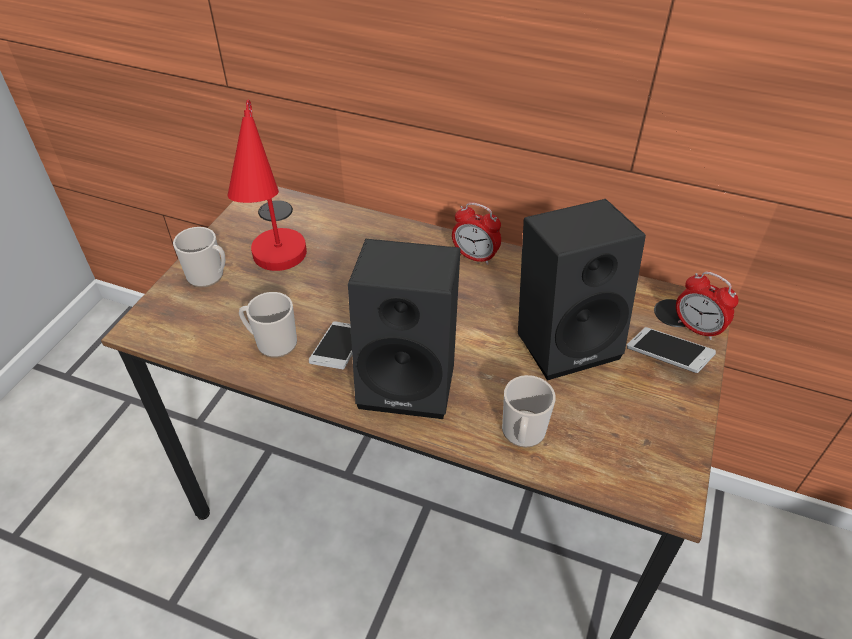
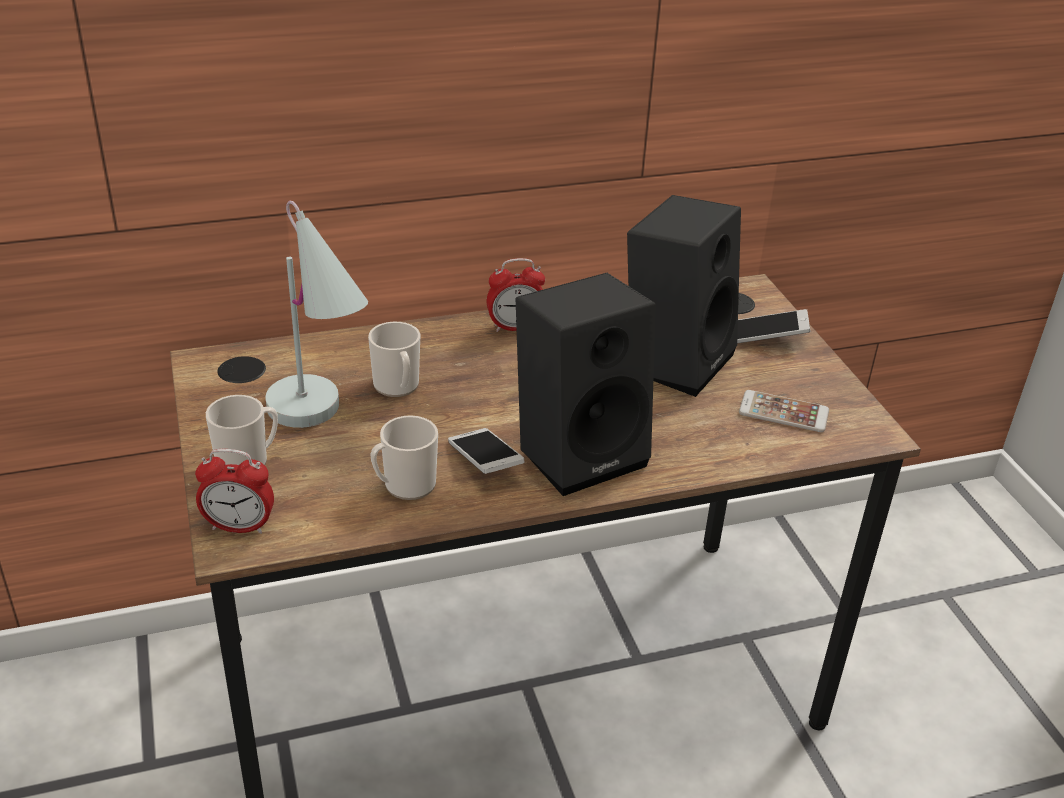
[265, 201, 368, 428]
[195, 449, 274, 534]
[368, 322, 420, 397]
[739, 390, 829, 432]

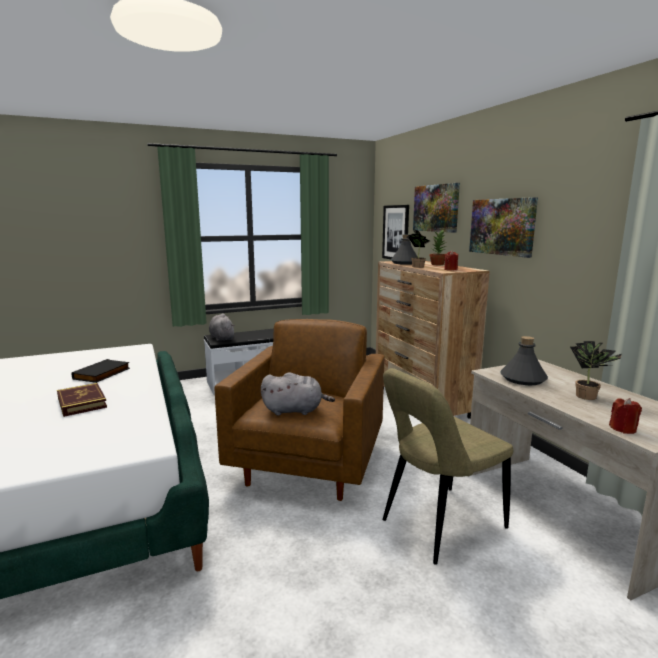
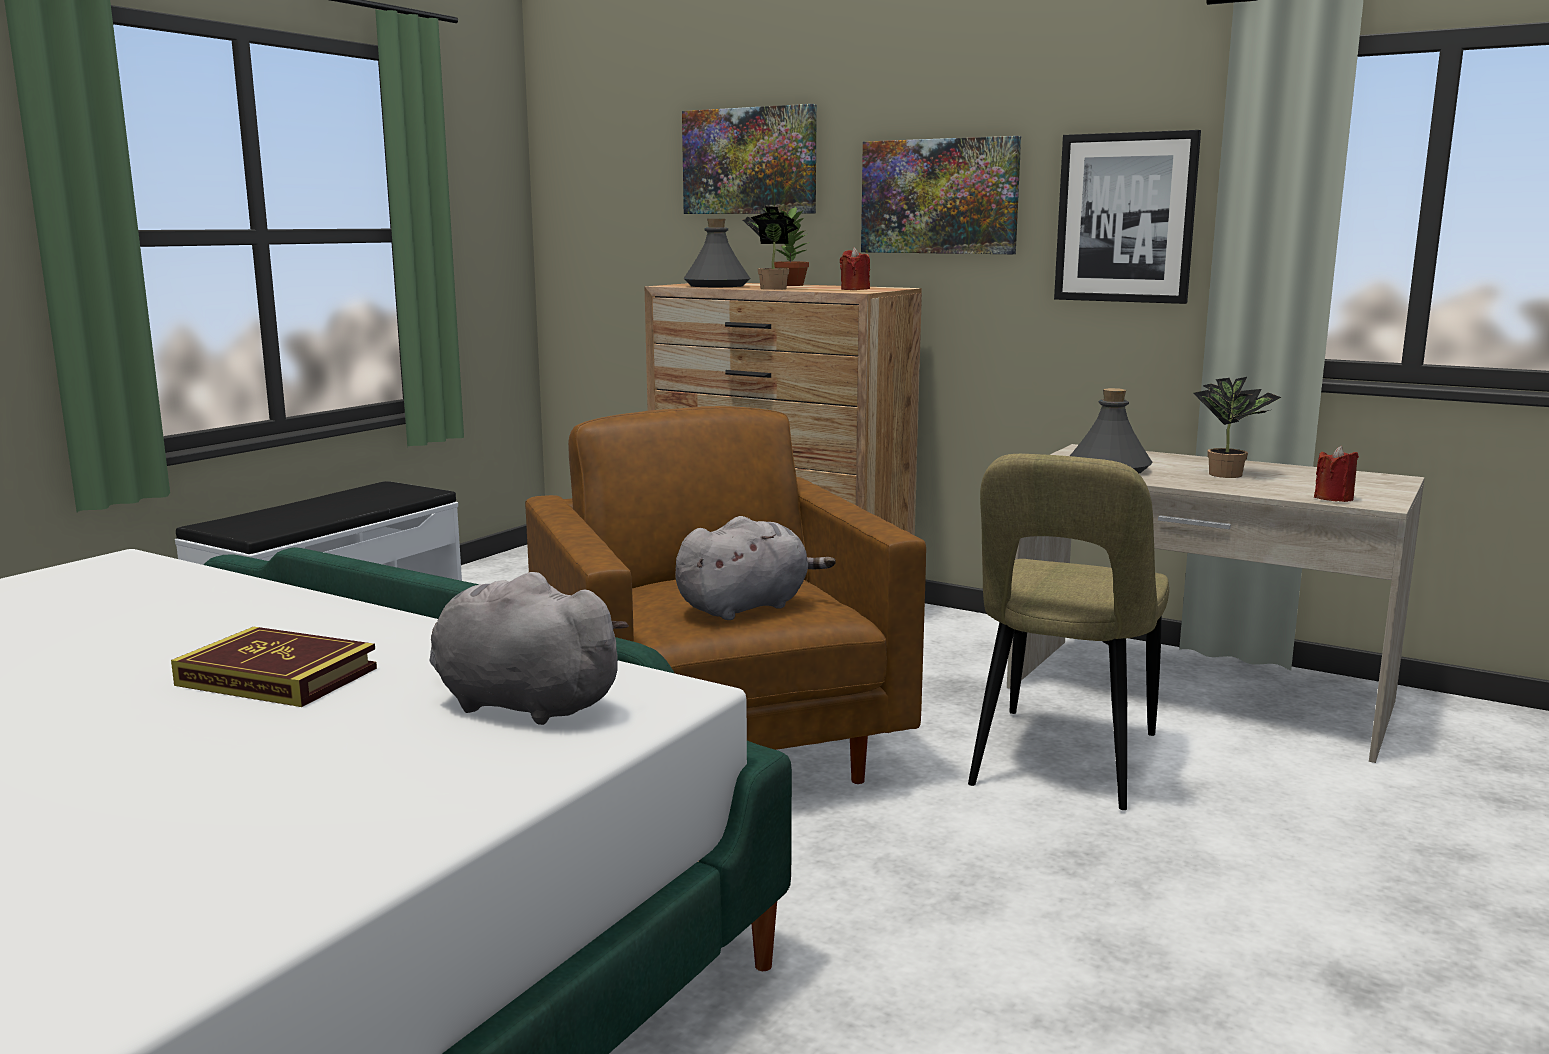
[1054, 130, 1201, 304]
[430, 572, 629, 725]
[72, 359, 130, 383] (first image)

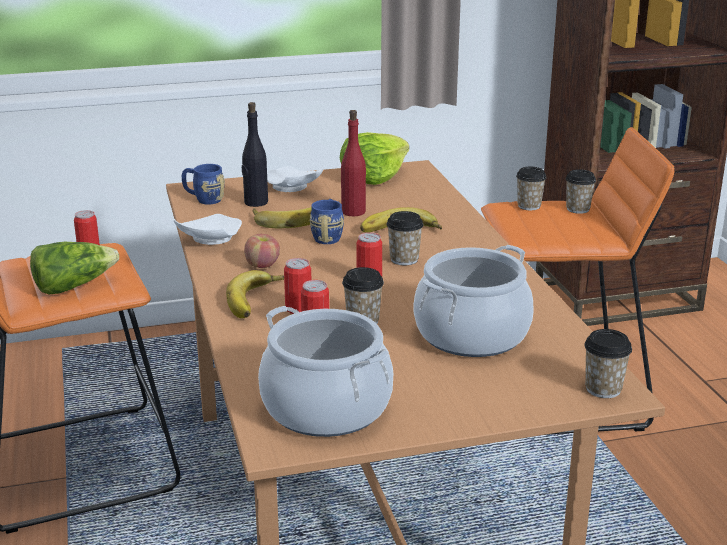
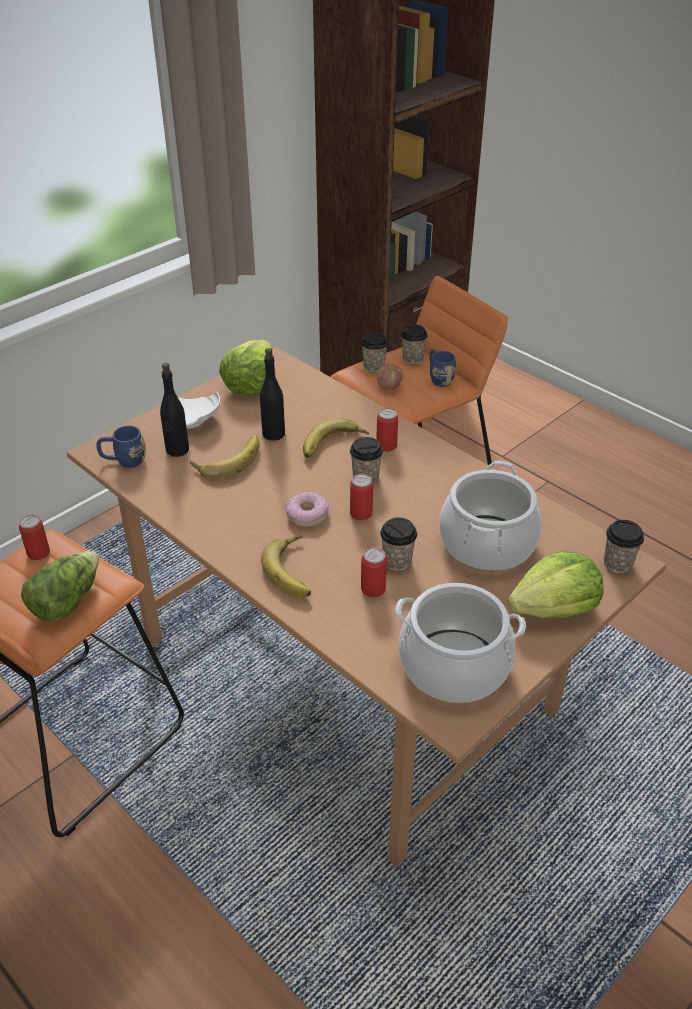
[260, 348, 285, 441]
[430, 349, 457, 387]
[174, 214, 242, 245] (first image)
[377, 364, 403, 390]
[376, 408, 398, 451]
[285, 492, 329, 528]
[508, 550, 604, 618]

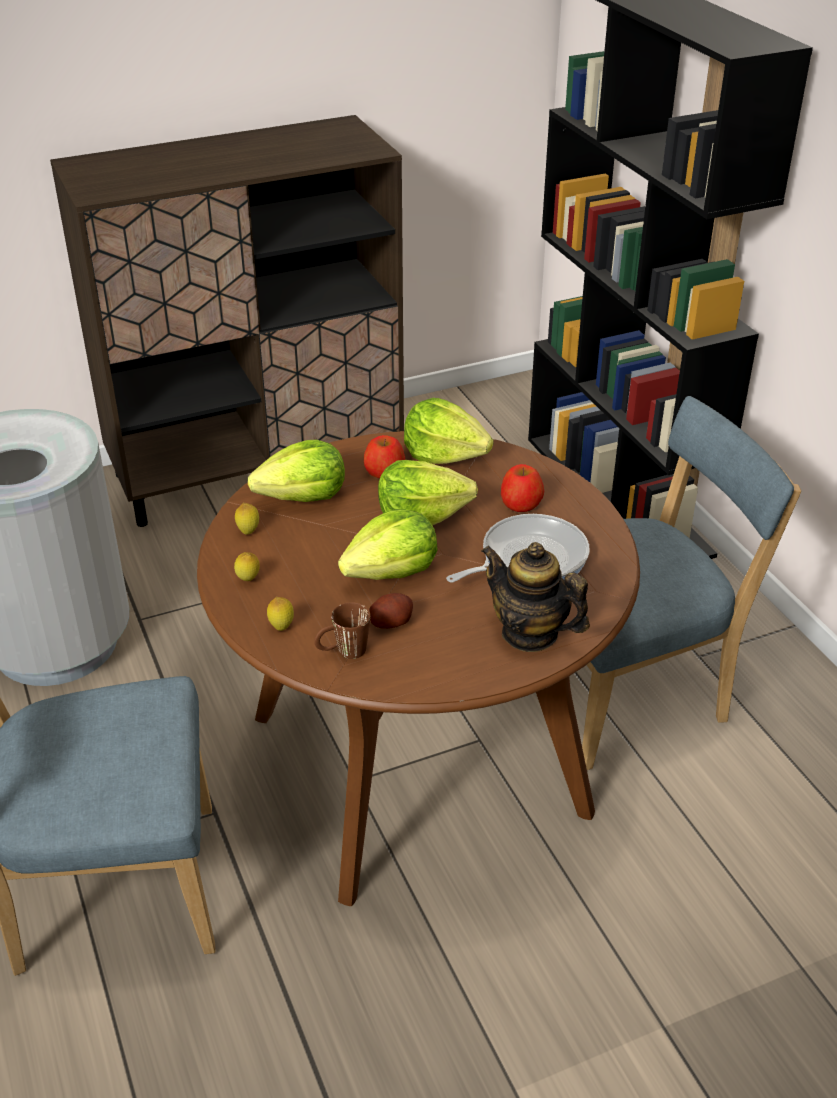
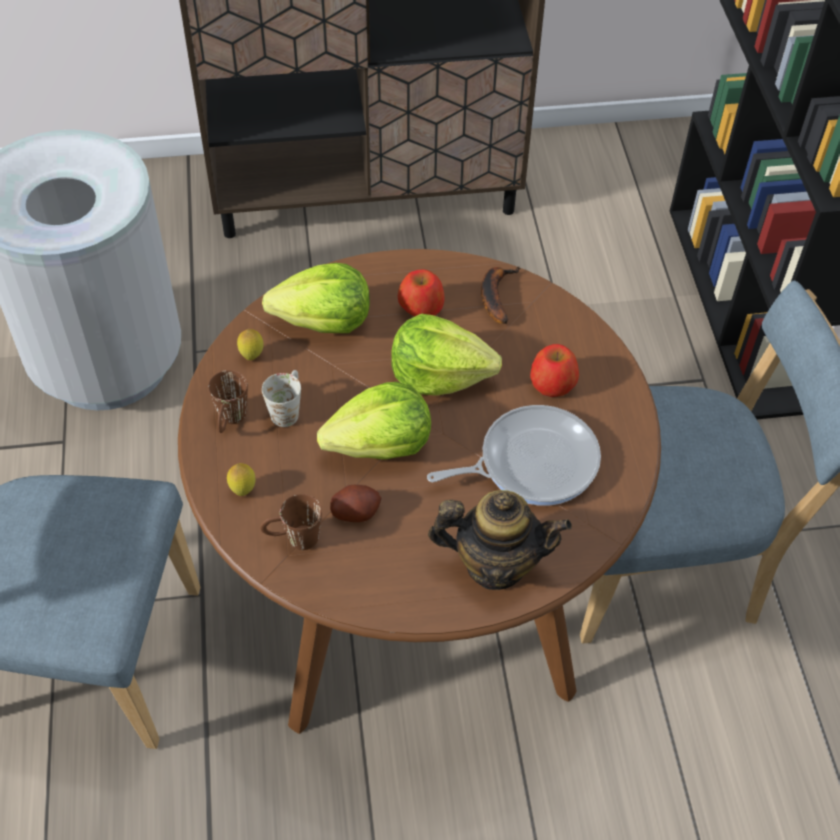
[481, 266, 521, 324]
[428, 490, 572, 590]
[208, 370, 248, 433]
[262, 370, 301, 427]

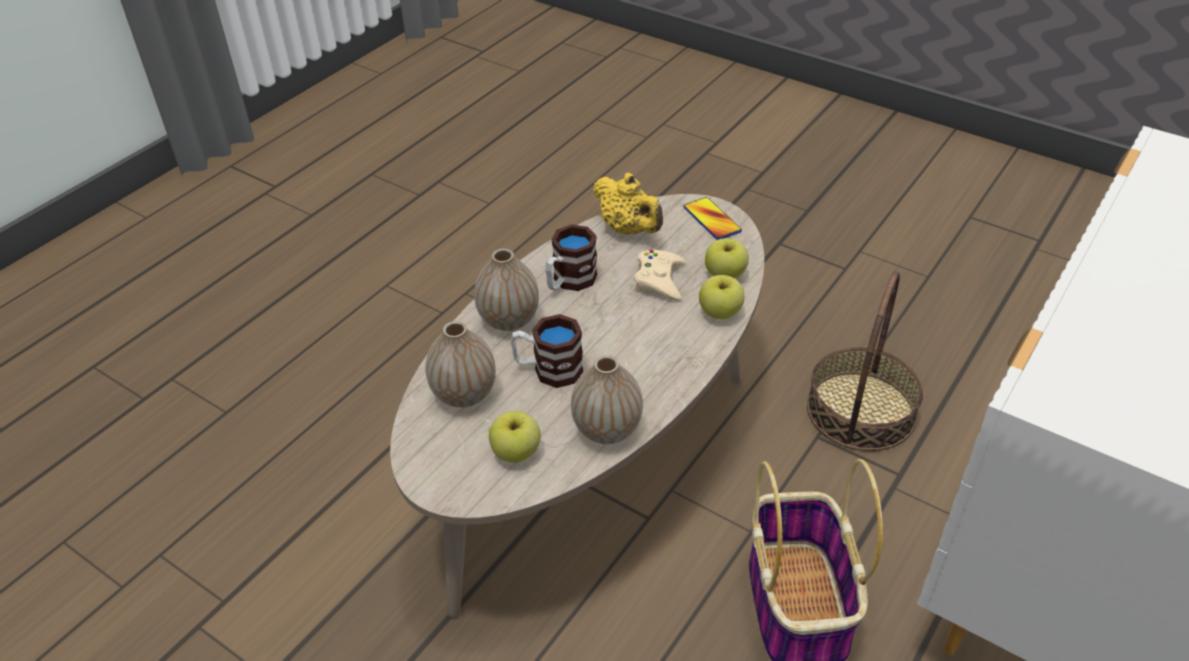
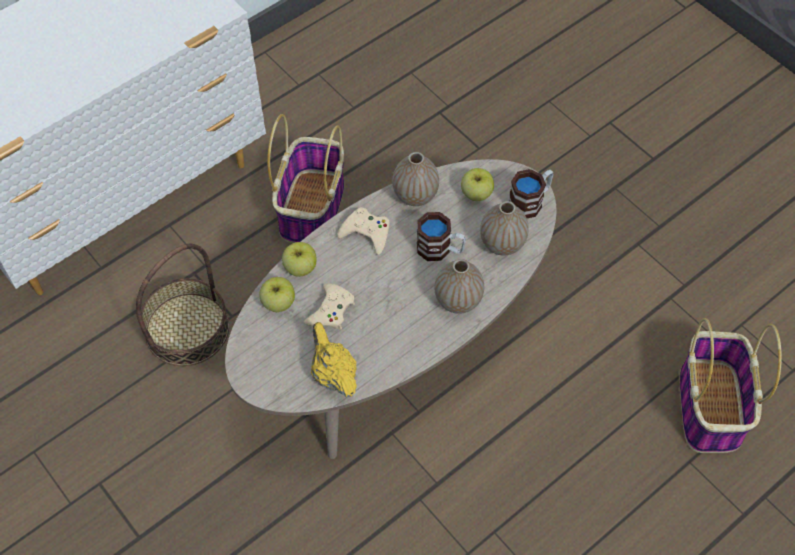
[683, 197, 742, 240] (first image)
[509, 169, 554, 218]
[338, 208, 390, 255]
[679, 318, 782, 453]

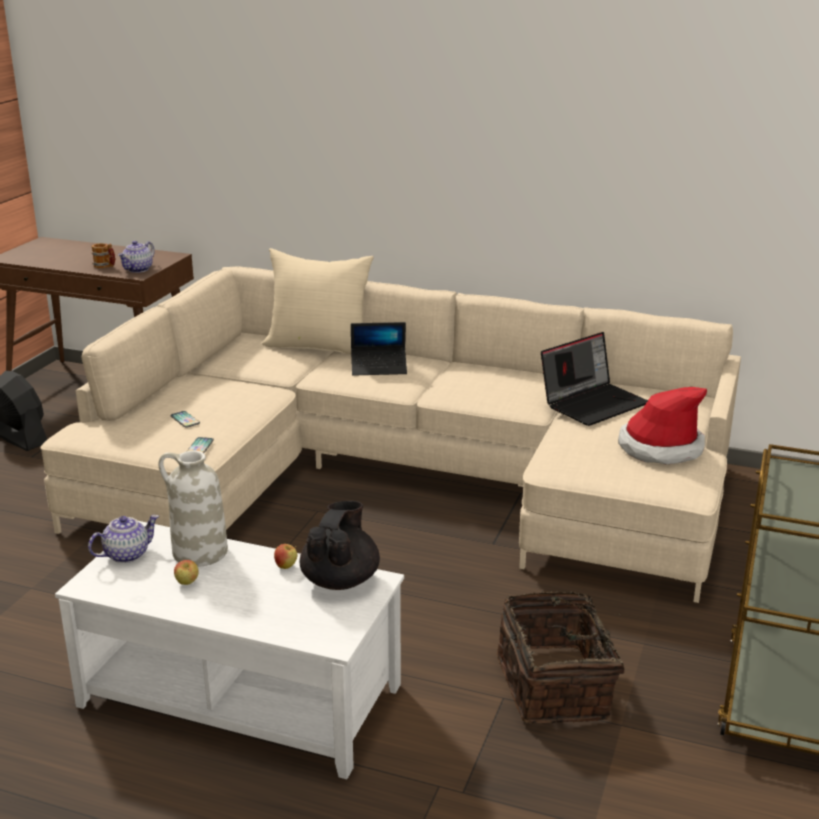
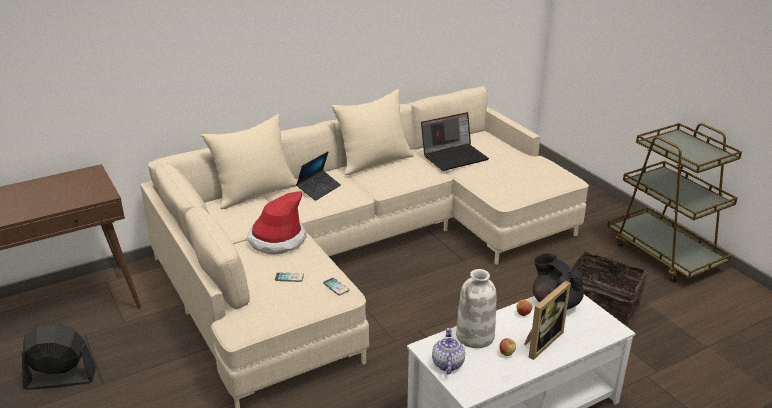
[118, 241, 155, 273] (first image)
[92, 243, 116, 268] (first image)
[421, 112, 489, 171]
[247, 191, 307, 254]
[331, 89, 414, 175]
[524, 281, 571, 360]

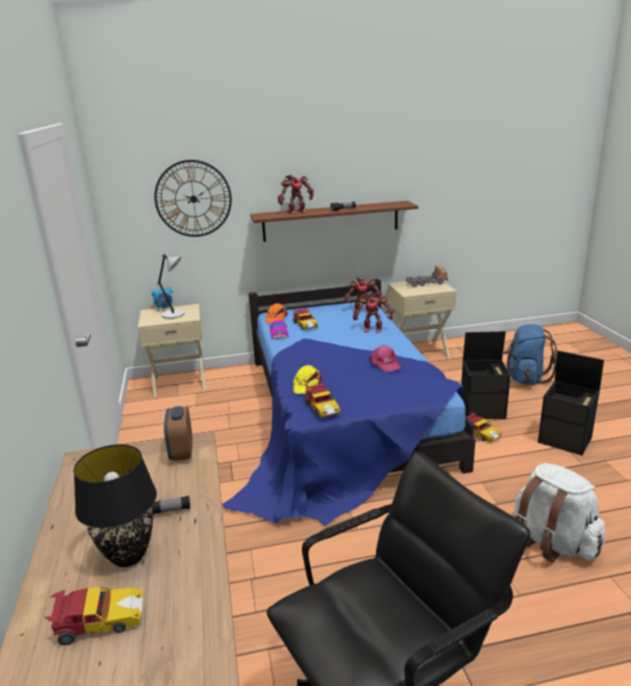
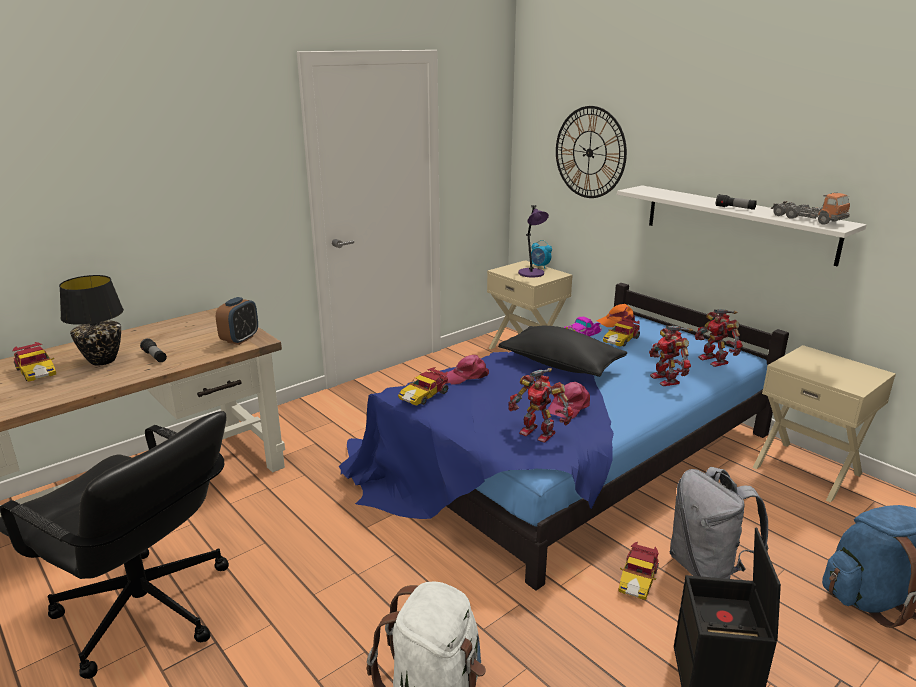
[508, 368, 573, 443]
[617, 185, 867, 266]
[518, 205, 549, 278]
[771, 193, 850, 225]
[670, 467, 768, 579]
[442, 355, 489, 385]
[216, 297, 258, 345]
[498, 326, 627, 377]

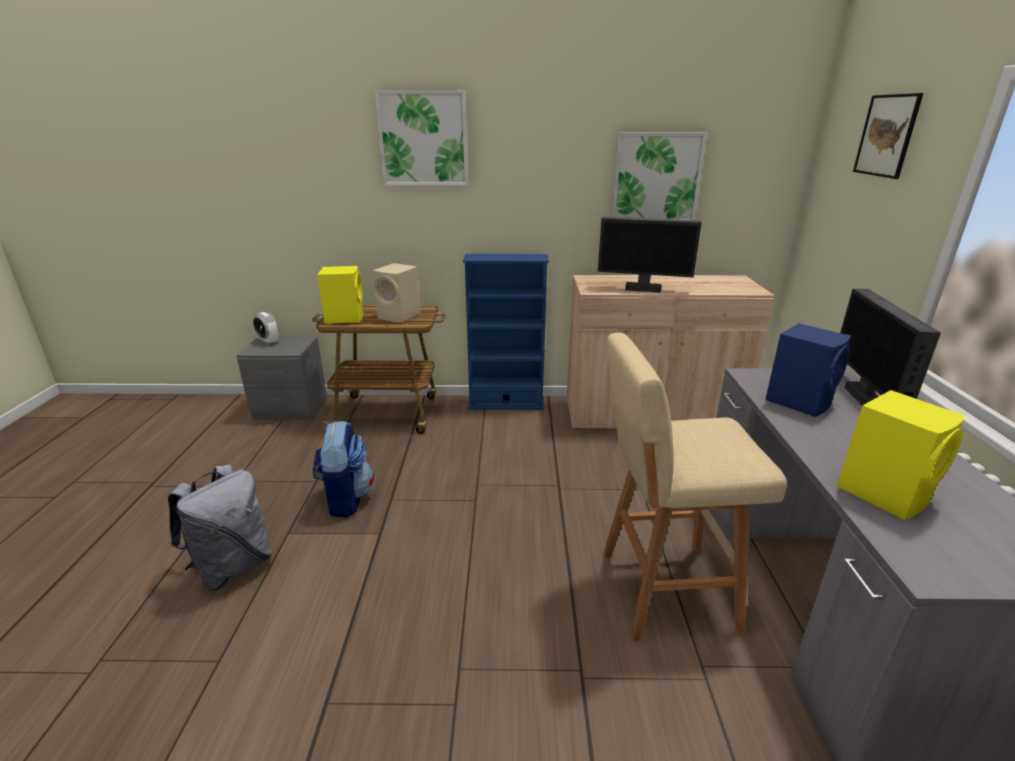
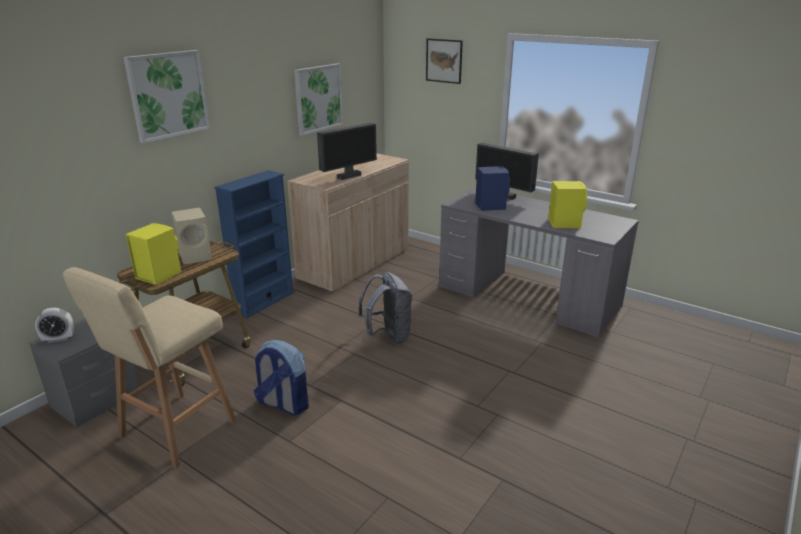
[63, 267, 237, 469]
[358, 272, 412, 344]

